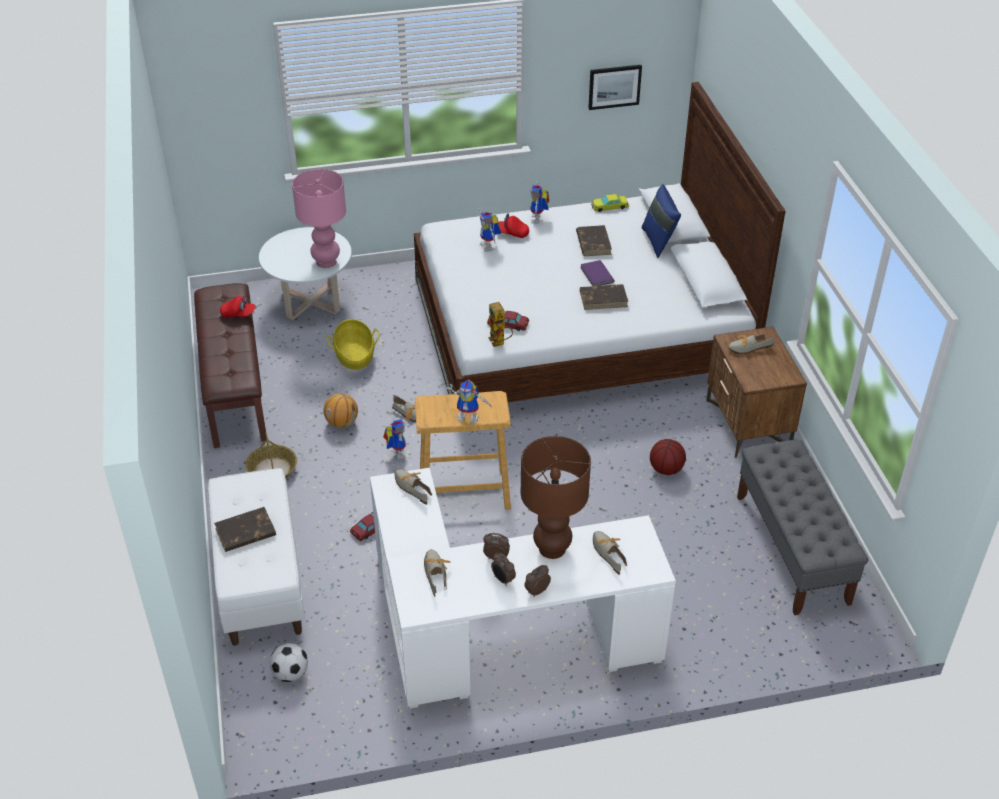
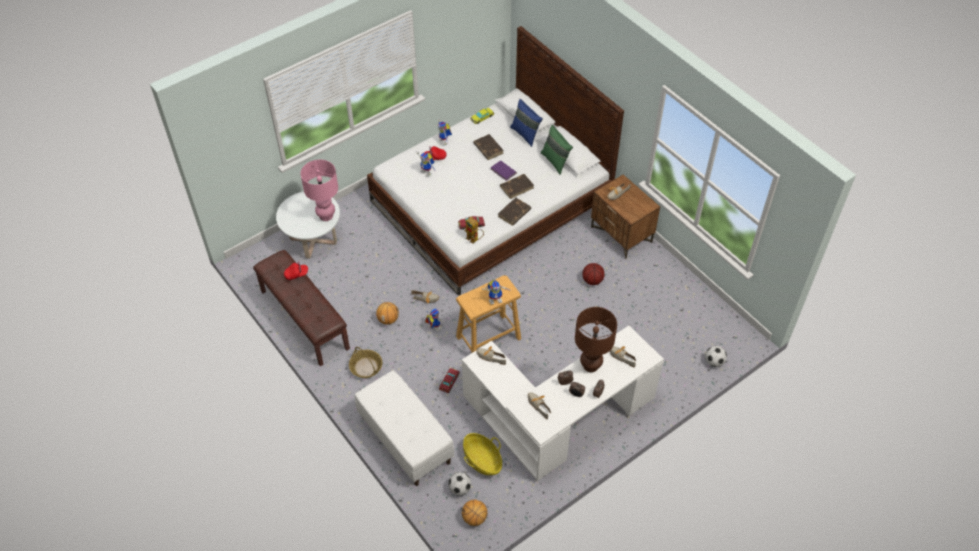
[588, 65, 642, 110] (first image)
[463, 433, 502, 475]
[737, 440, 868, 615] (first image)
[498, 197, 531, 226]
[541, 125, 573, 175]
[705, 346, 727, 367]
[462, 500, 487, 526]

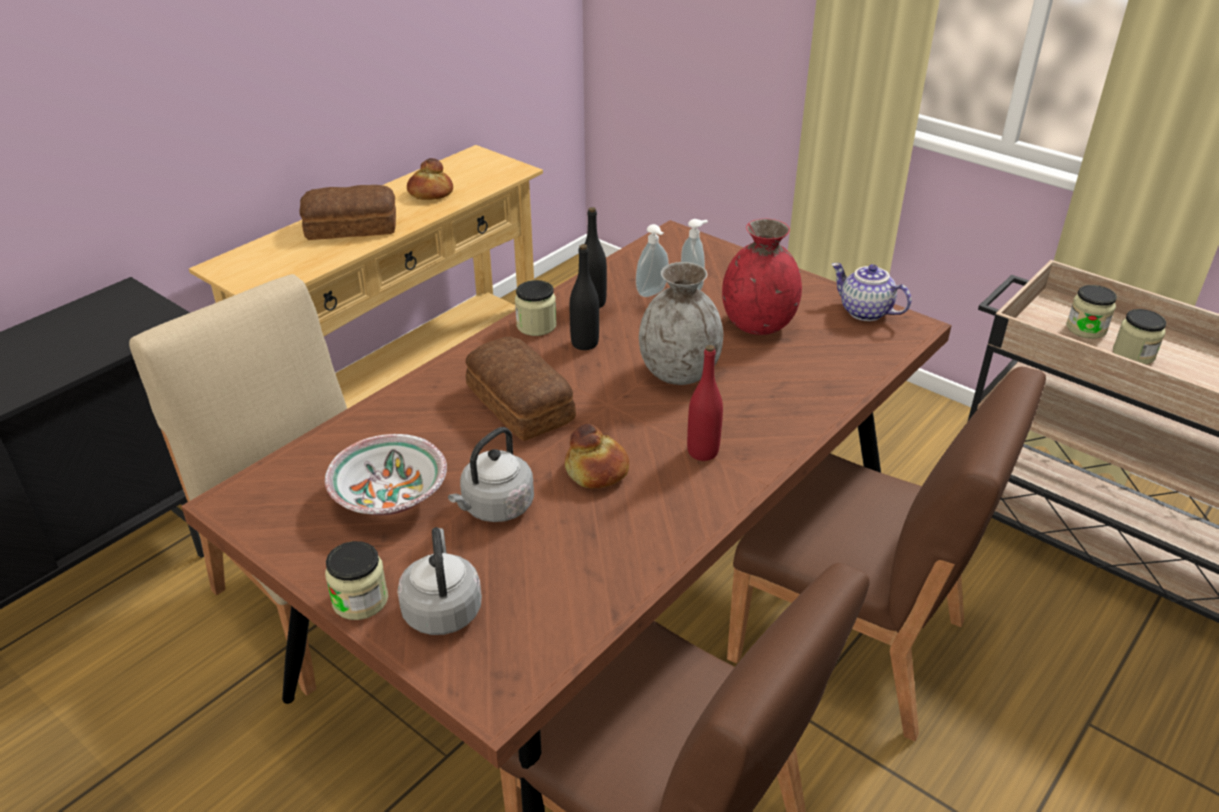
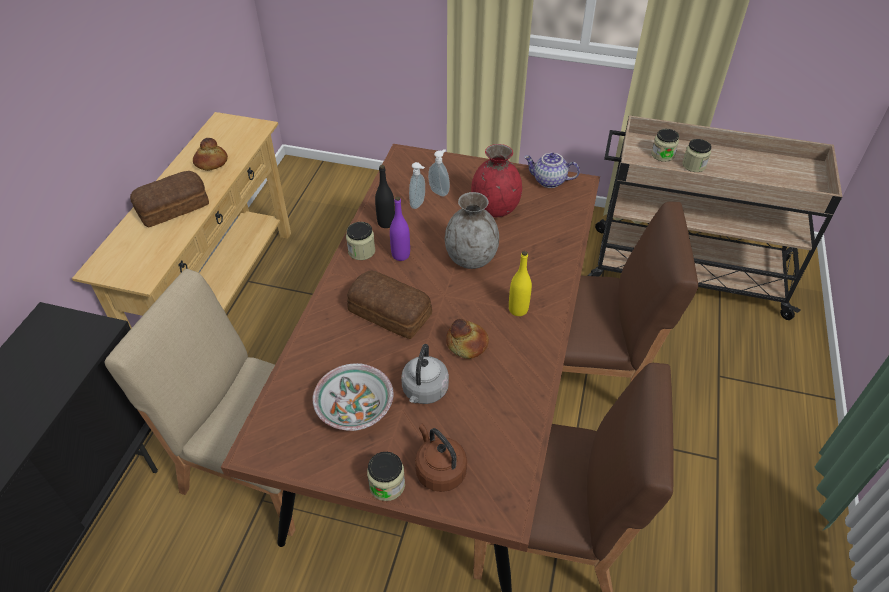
[390, 196, 410, 261]
[509, 251, 532, 316]
[415, 424, 467, 492]

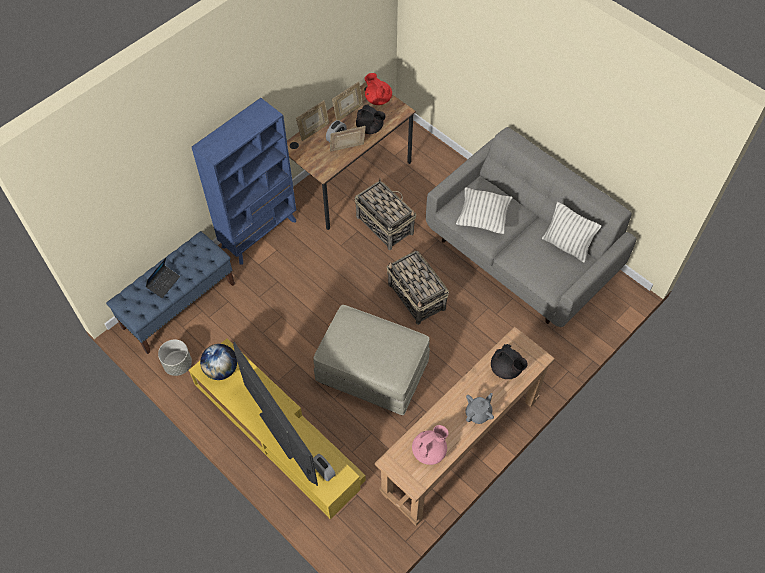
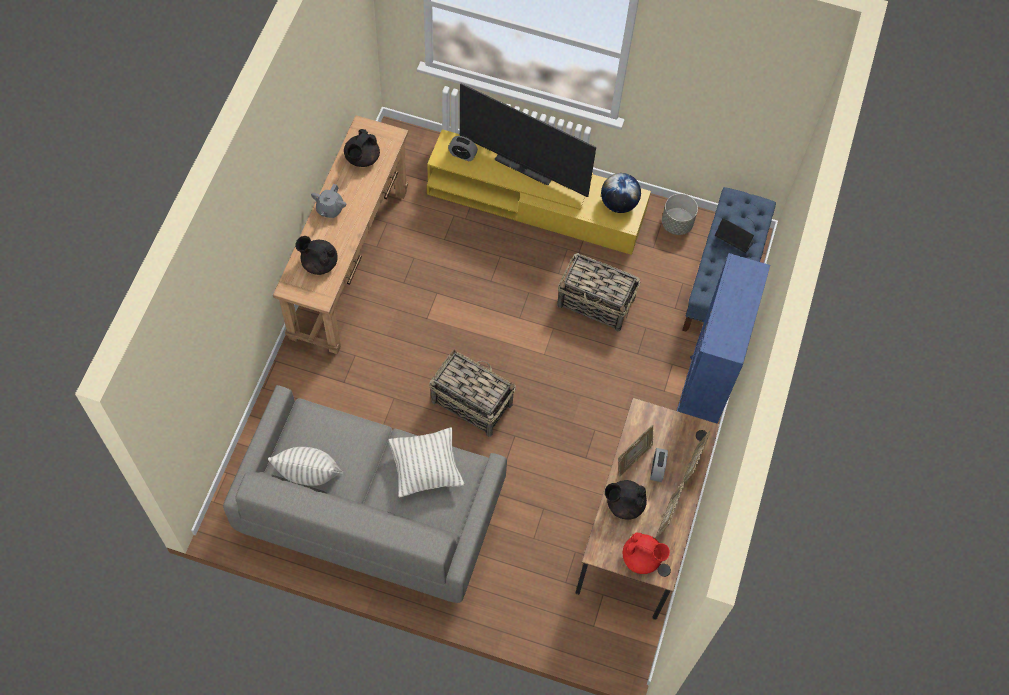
[557, 253, 641, 332]
[715, 218, 754, 253]
[313, 305, 430, 415] (first image)
[344, 129, 380, 167]

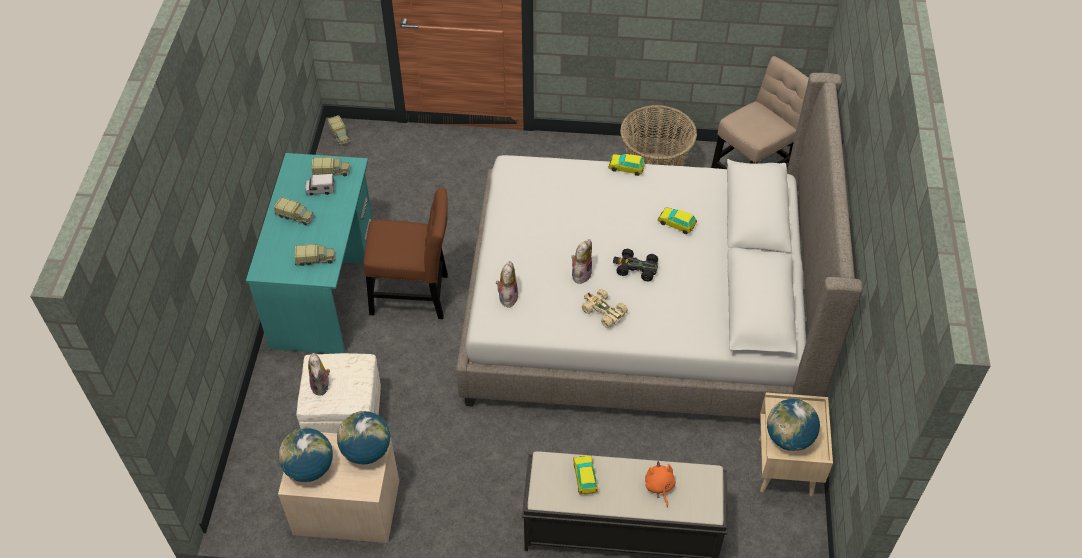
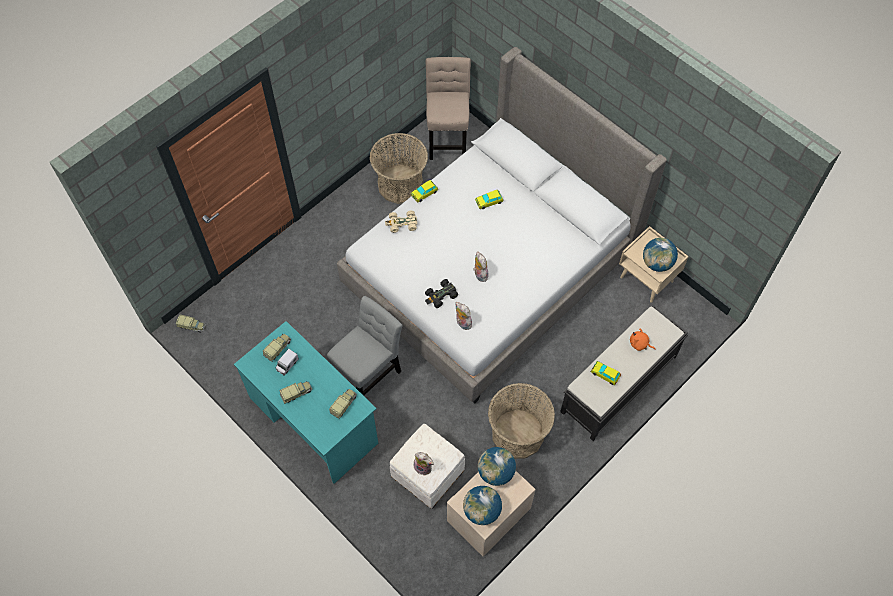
[327, 296, 402, 396]
[425, 279, 458, 308]
[385, 210, 417, 233]
[488, 383, 555, 458]

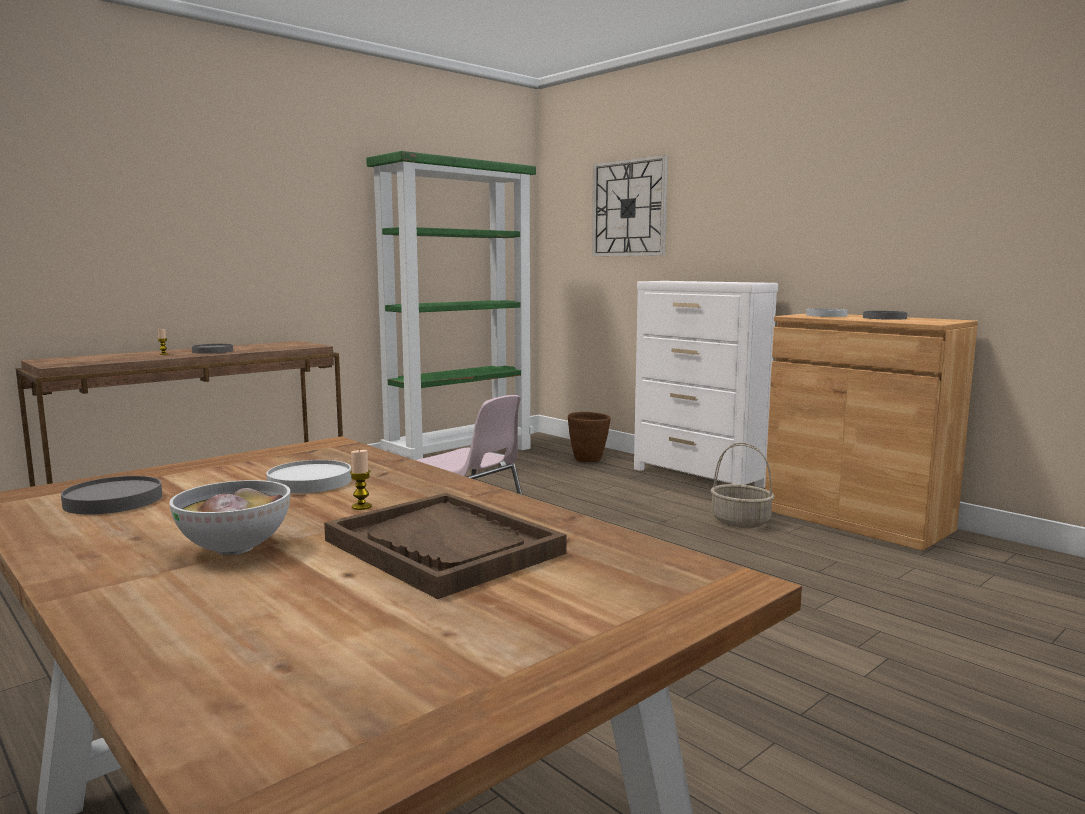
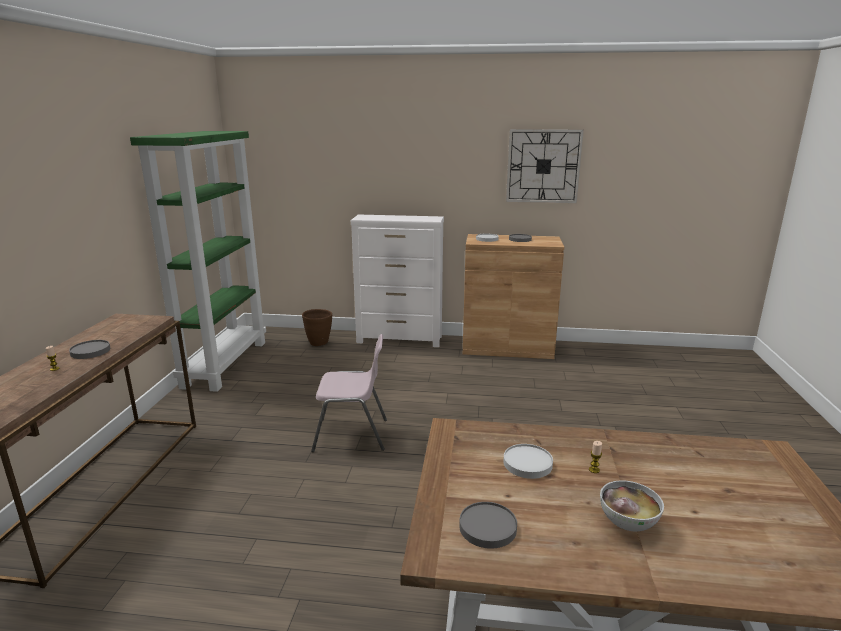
[506, 129, 584, 203]
[711, 442, 774, 528] (first image)
[324, 493, 566, 599] (first image)

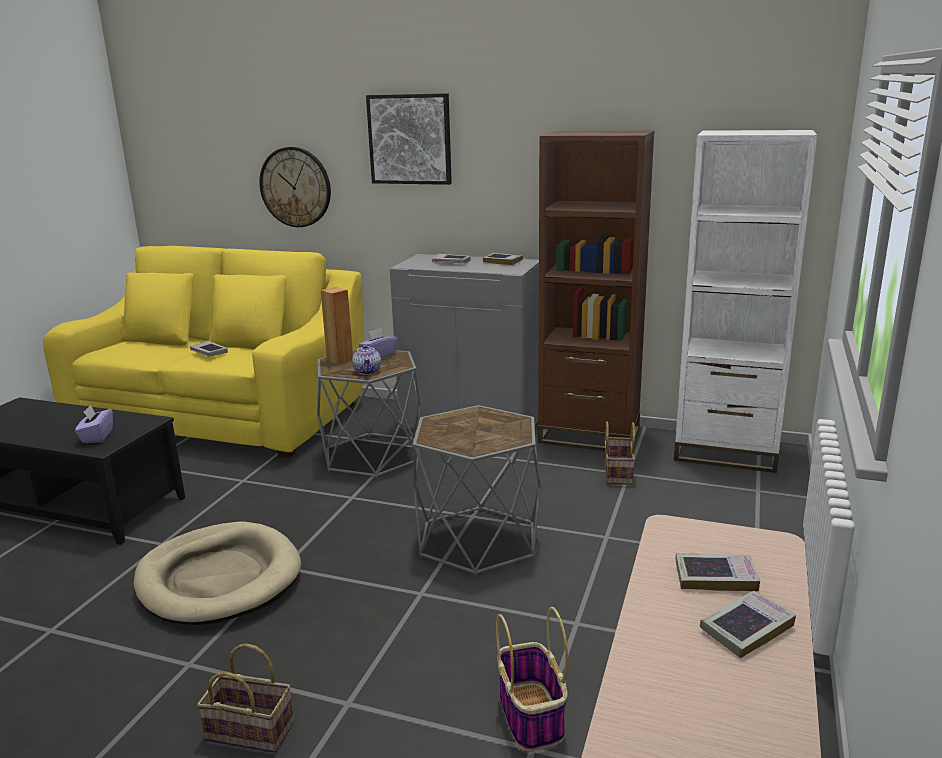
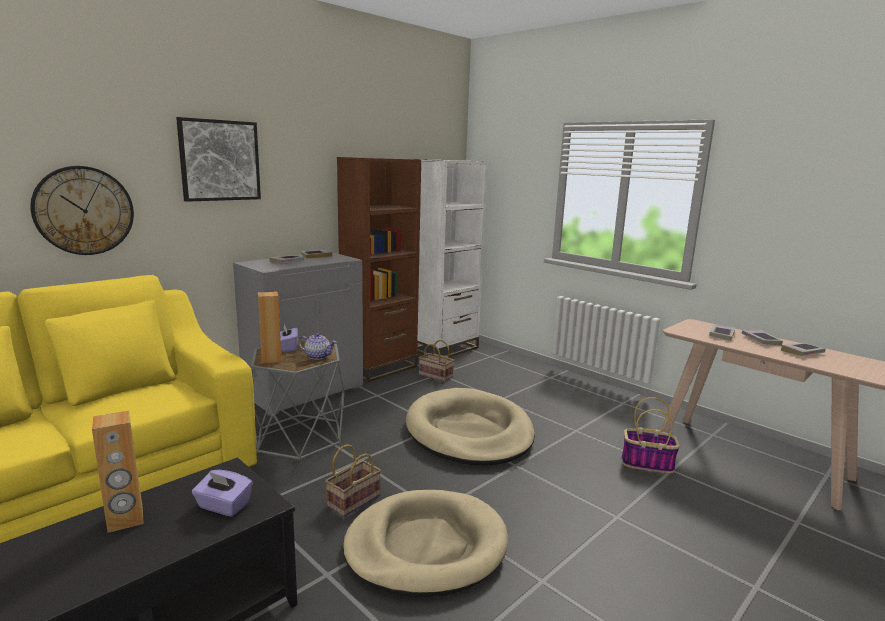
[781, 343, 825, 356]
[406, 388, 535, 465]
[325, 444, 381, 517]
[92, 411, 144, 533]

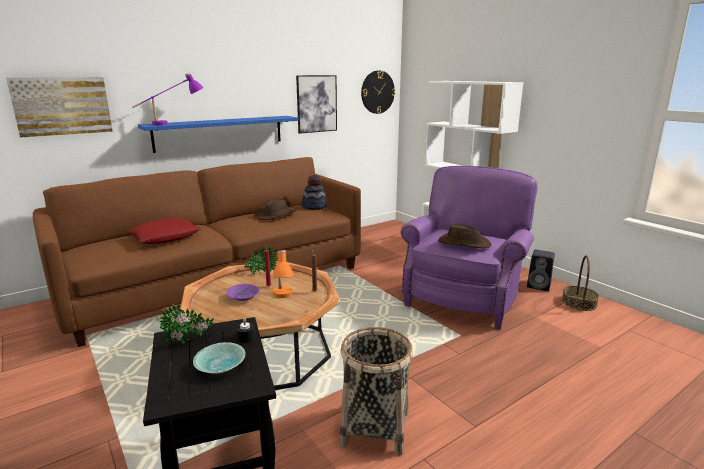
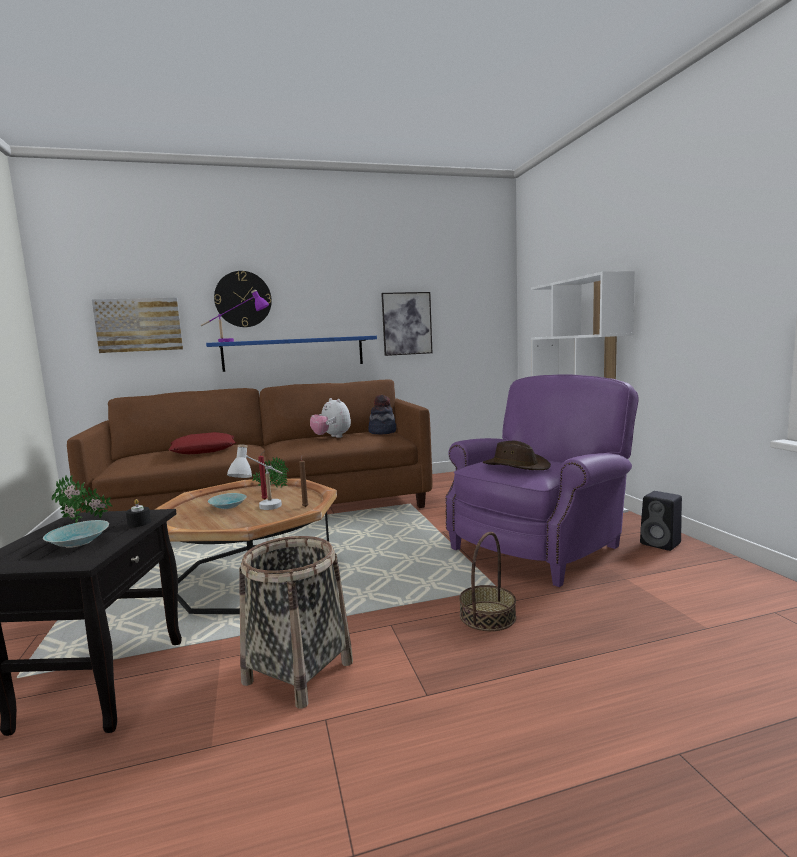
[214, 271, 272, 327]
[310, 398, 351, 438]
[227, 444, 283, 510]
[459, 532, 516, 631]
[208, 493, 247, 509]

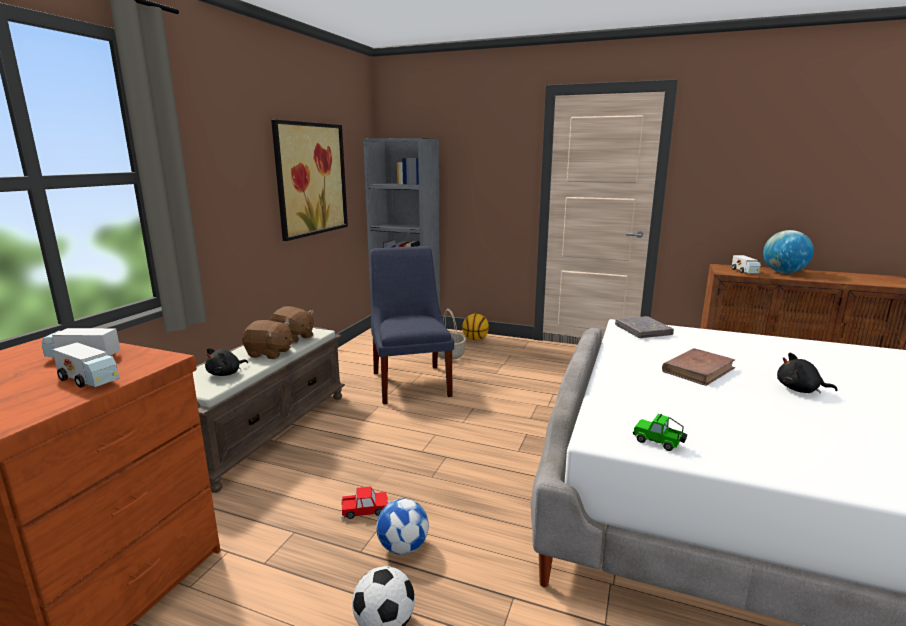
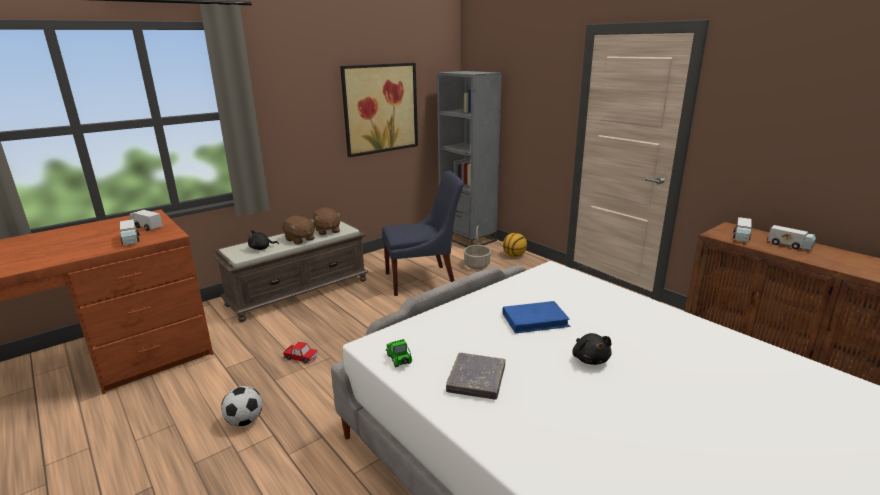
[768, 225, 816, 250]
[382, 171, 464, 296]
[446, 353, 505, 400]
[503, 301, 570, 334]
[572, 333, 612, 365]
[376, 498, 429, 555] (first image)

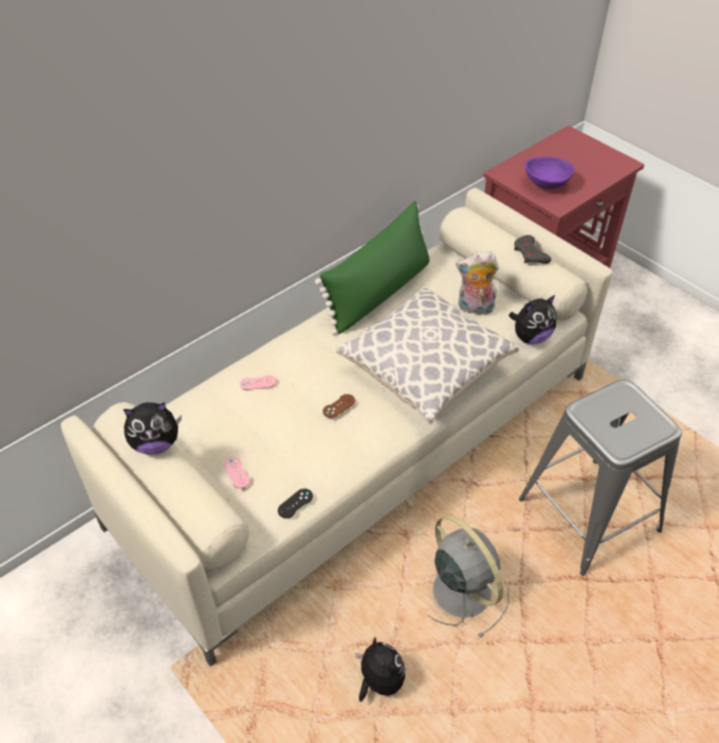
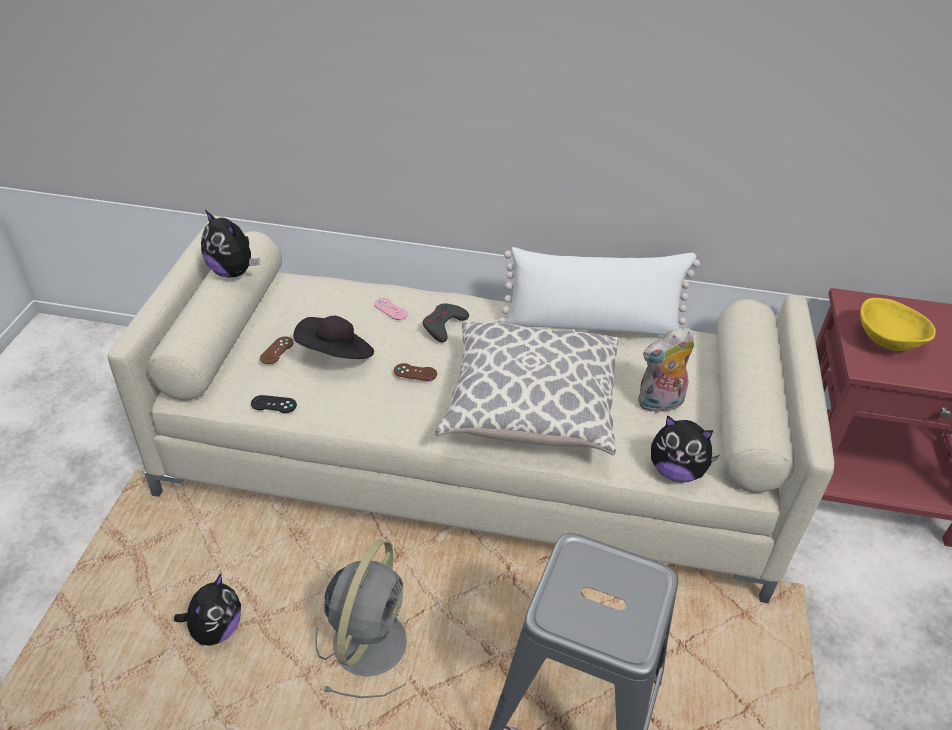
[860, 298, 936, 351]
[498, 247, 700, 336]
[423, 303, 469, 342]
[638, 327, 694, 413]
[260, 336, 294, 364]
[293, 316, 374, 359]

